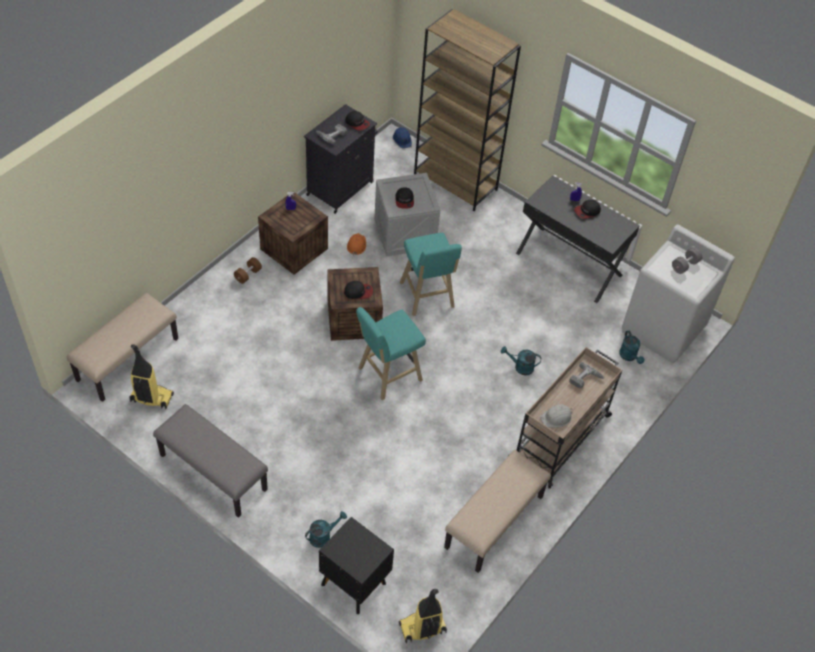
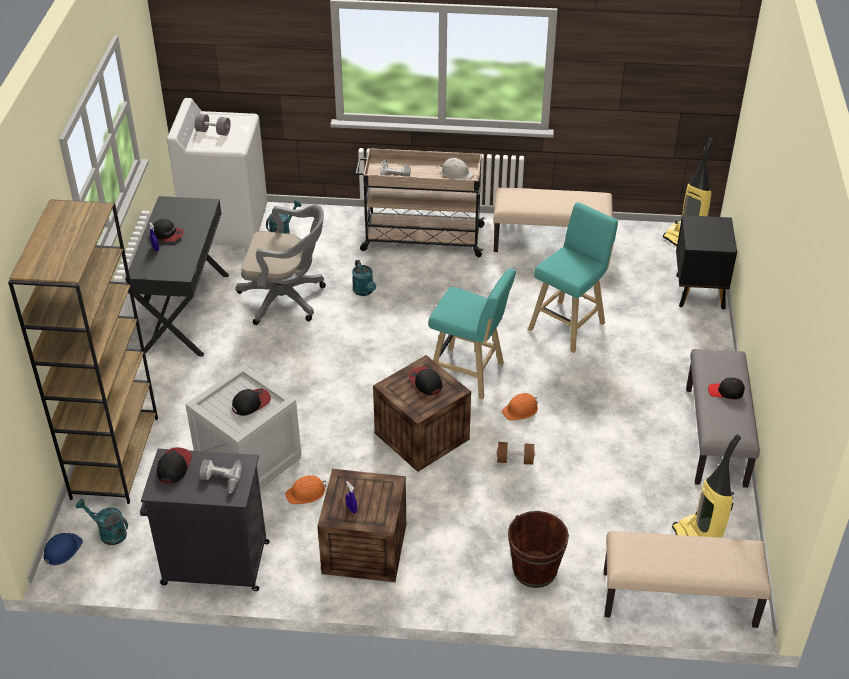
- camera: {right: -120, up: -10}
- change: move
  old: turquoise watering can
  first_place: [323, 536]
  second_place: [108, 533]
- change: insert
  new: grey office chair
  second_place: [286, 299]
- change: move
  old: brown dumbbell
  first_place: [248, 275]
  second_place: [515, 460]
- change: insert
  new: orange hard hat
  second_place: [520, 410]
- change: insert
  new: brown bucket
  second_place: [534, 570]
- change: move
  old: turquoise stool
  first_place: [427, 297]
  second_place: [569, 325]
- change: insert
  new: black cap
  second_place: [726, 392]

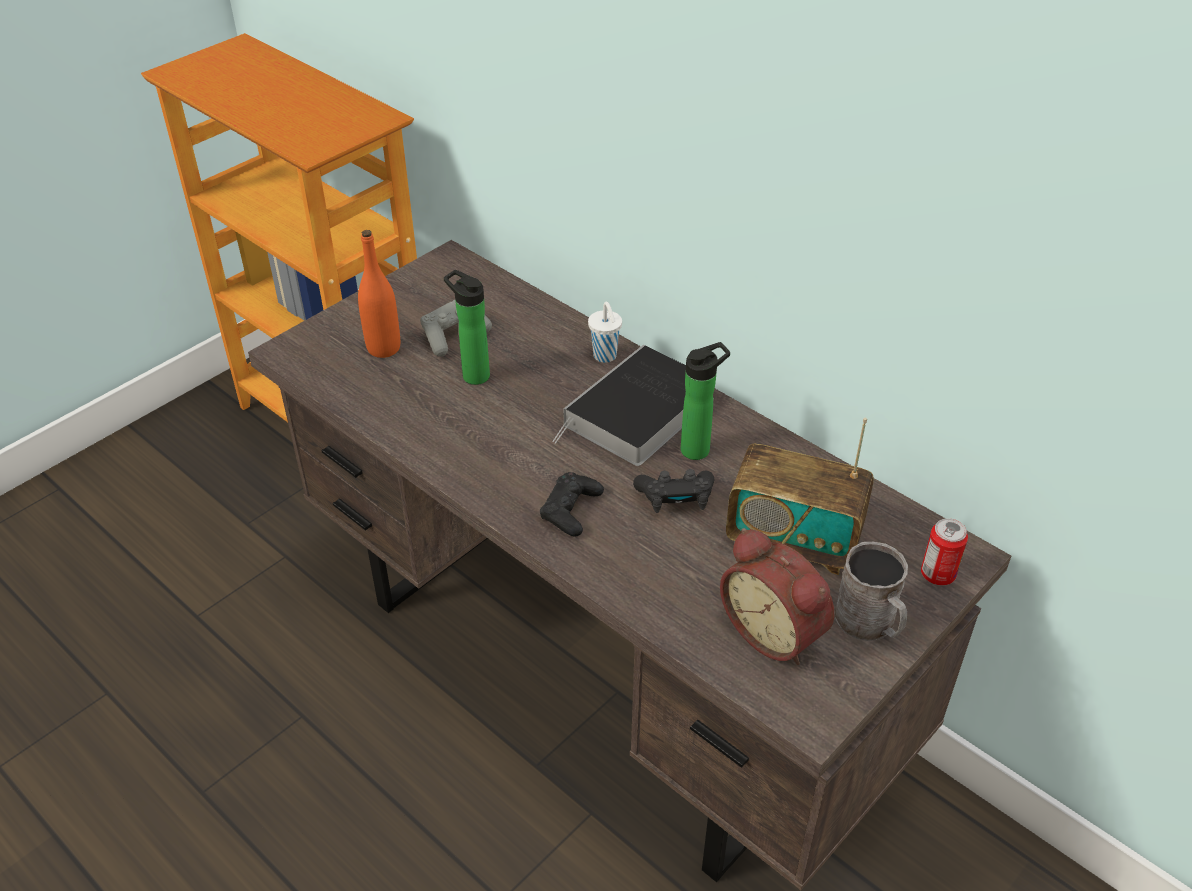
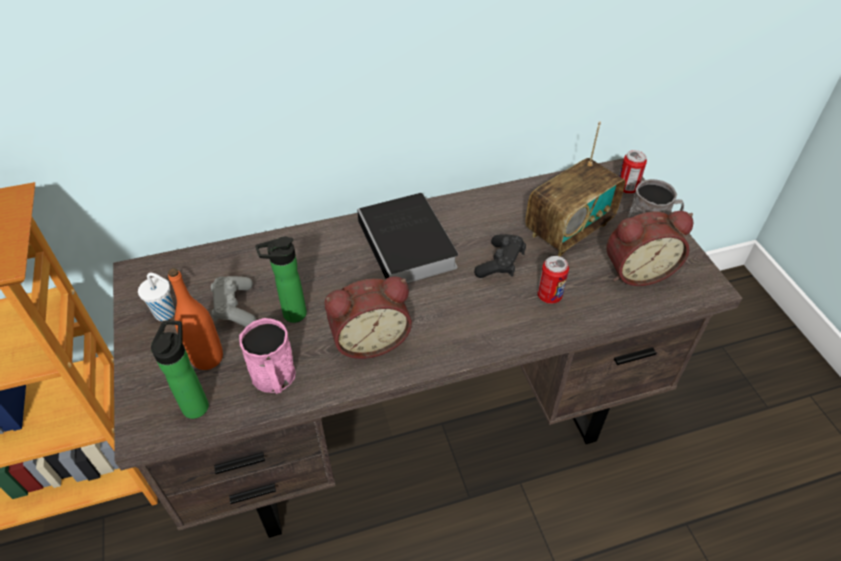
- camera: {right: -60, up: 5}
- change: move
  old: white cup
  first_place: [605, 357]
  second_place: [166, 313]
- change: move
  old: bottle
  first_place: [699, 449]
  second_place: [196, 403]
- change: insert
  new: pink mug
  second_place: [275, 379]
- change: insert
  new: alarm clock
  second_place: [369, 339]
- change: insert
  new: can
  second_place: [549, 296]
- change: delete
  old: black game controller
  first_place: [571, 510]

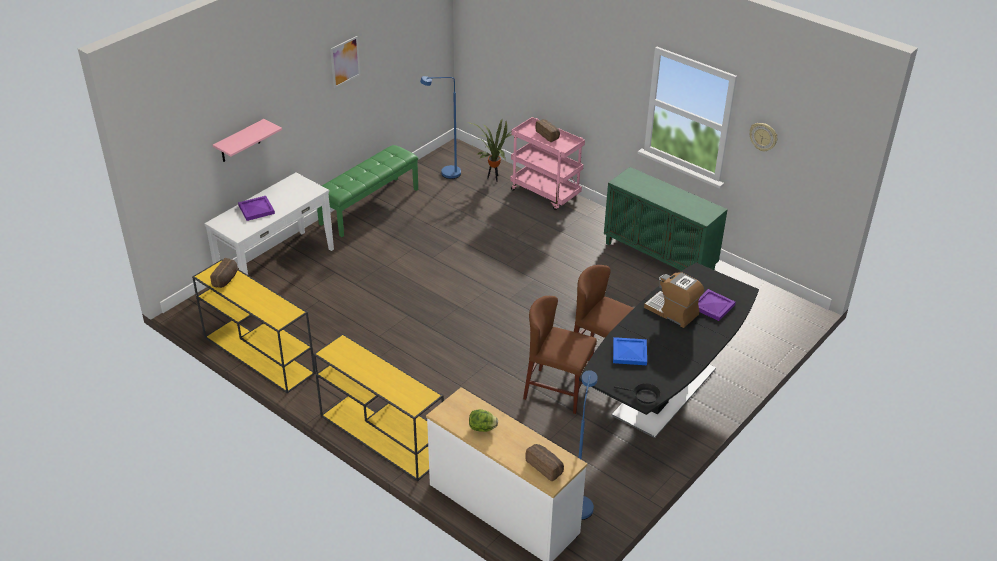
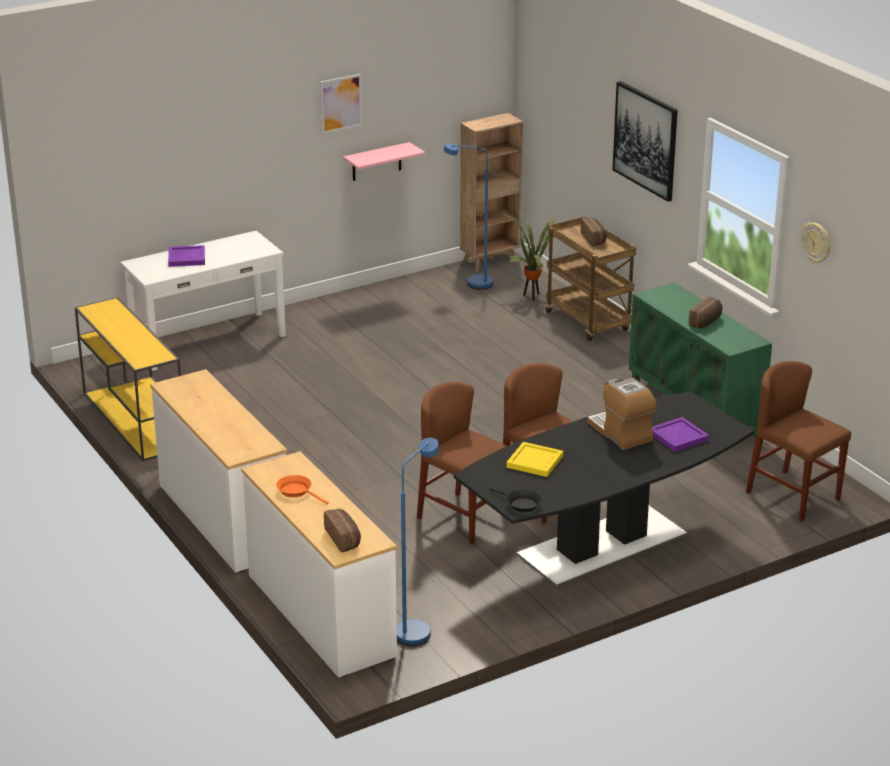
- camera: {right: 20, up: -10}
- change: replace
  old: yellow console table
  new: white dresser
  first_place: [380, 436]
  second_place: [222, 520]
- change: replace
  old: lettuce
  new: orange frying pan
  first_place: [482, 428]
  second_place: [297, 491]
- change: move
  old: pink shelf
  first_place: [240, 141]
  second_place: [376, 162]
- change: insert
  new: brown bookcase
  second_place: [490, 261]
- change: recolor
  old: blue tray
  new: yellow tray
  first_place: [630, 352]
  second_place: [535, 461]
- change: recolor
  old: pink cart
  new: brown cart
  first_place: [546, 193]
  second_place: [589, 322]
- change: insert
  new: picture
  second_place: [645, 140]
- change: move
  old: bread
  first_place: [226, 279]
  second_place: [706, 322]
- change: insert
  new: brown chair
  second_place: [793, 496]
- change: delete
  old: green bench
  first_place: [369, 206]

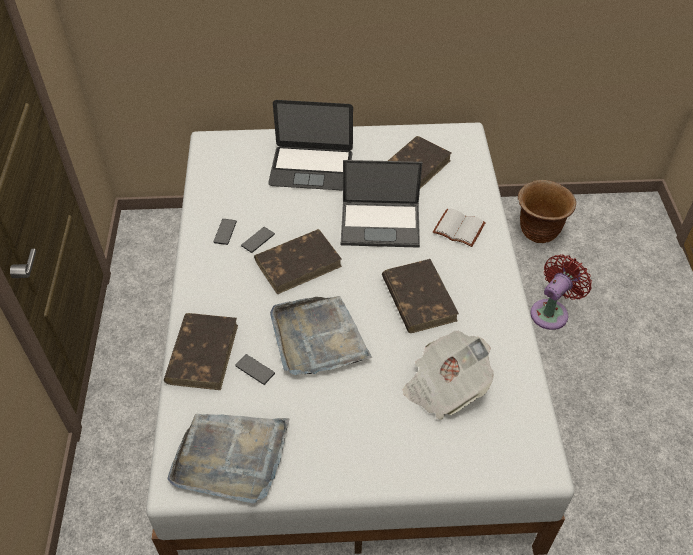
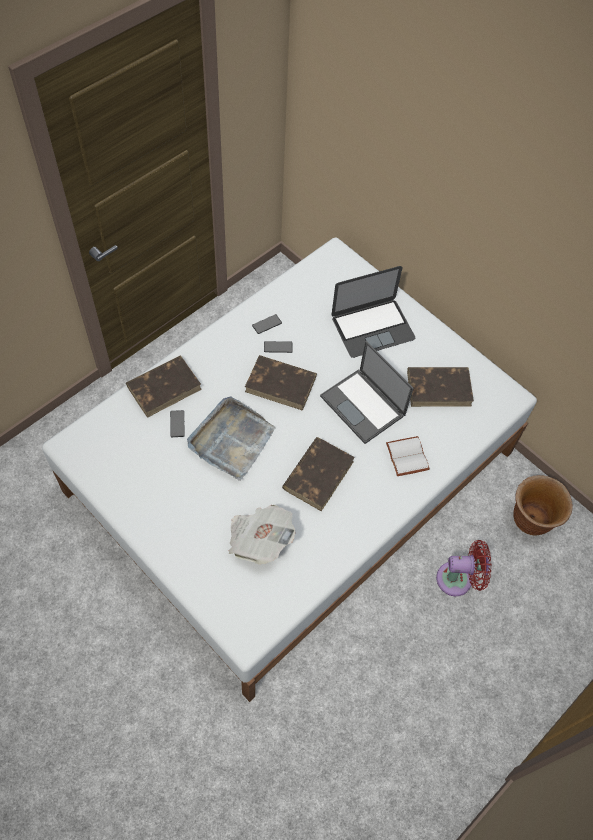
- camera: {right: 45, up: 10}
- change: rotate
  old: laptop
  first_place: [311, 168]
  second_place: [372, 328]
  degrees: -75
- change: delete
  old: grey tray
  first_place: [231, 457]

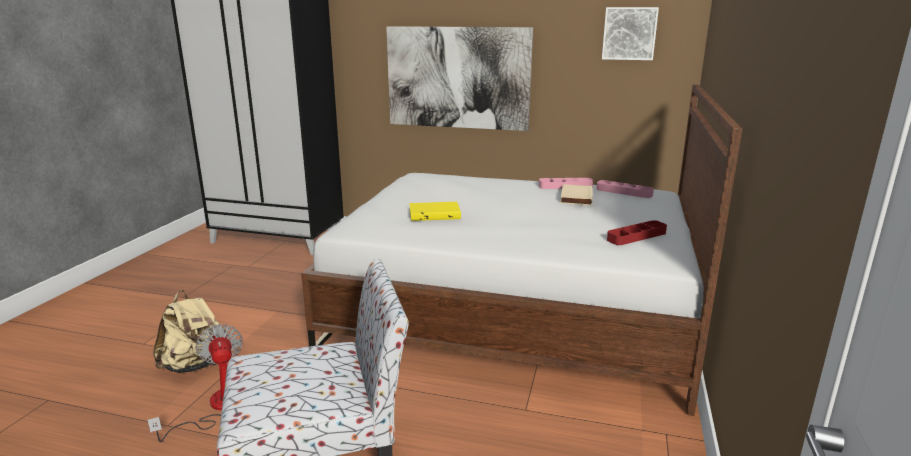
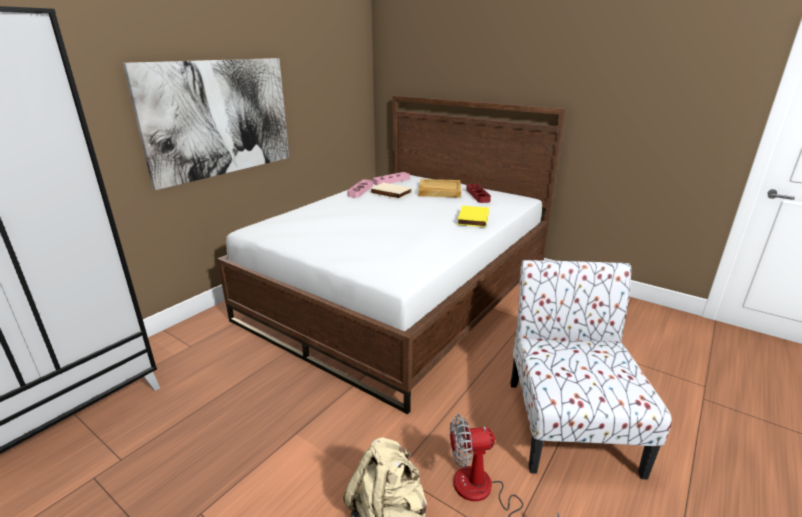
- camera: {right: -70, up: 5}
- change: insert
  new: beige tray
  second_place: [439, 190]
- change: move
  old: yellow book
  first_place: [435, 214]
  second_place: [472, 218]
- change: delete
  old: picture
  first_place: [629, 33]

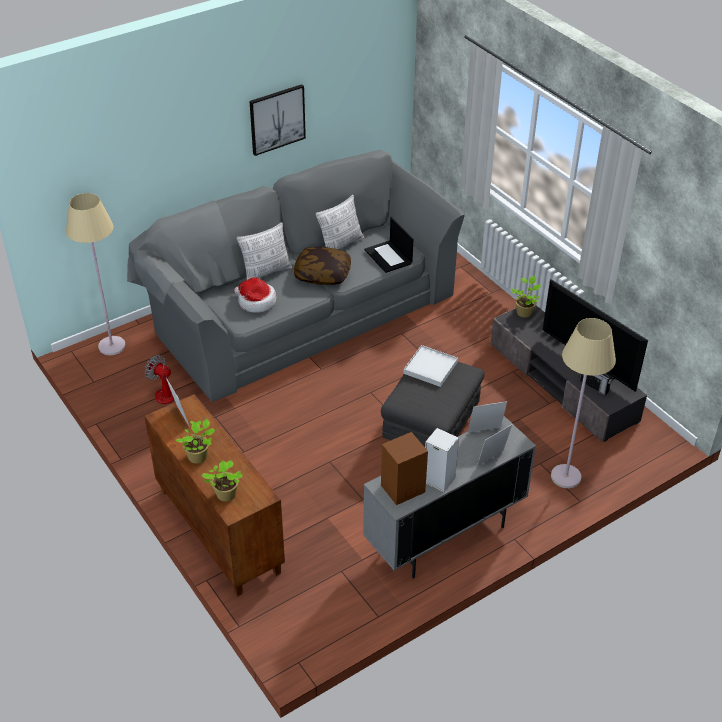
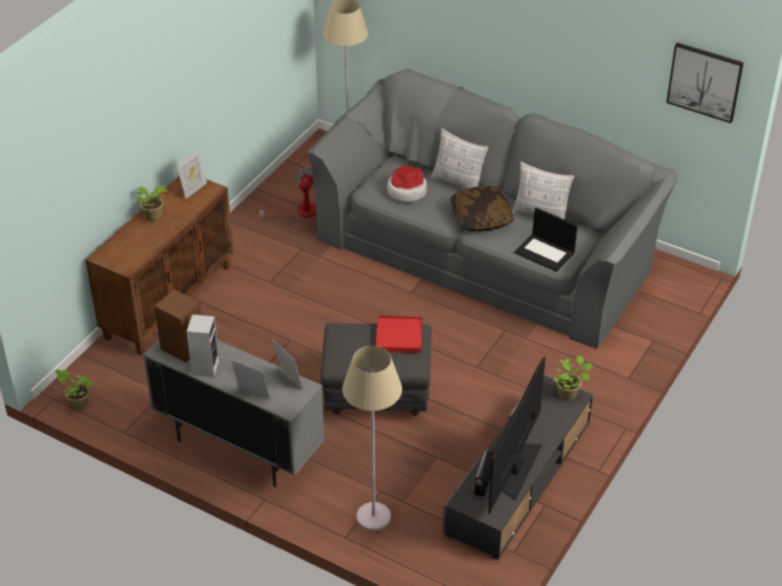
- camera: {right: 65, up: 0}
- change: move
  old: potted plant
  first_place: [225, 495]
  second_place: [78, 403]
- change: recolor
  old: white tray
  new: red tray
  first_place: [430, 368]
  second_place: [399, 336]
- change: rotate
  old: laptop
  first_place: [389, 257]
  second_place: [545, 252]
  degrees: -90
- change: move
  old: picture
  first_place: [277, 119]
  second_place: [705, 81]

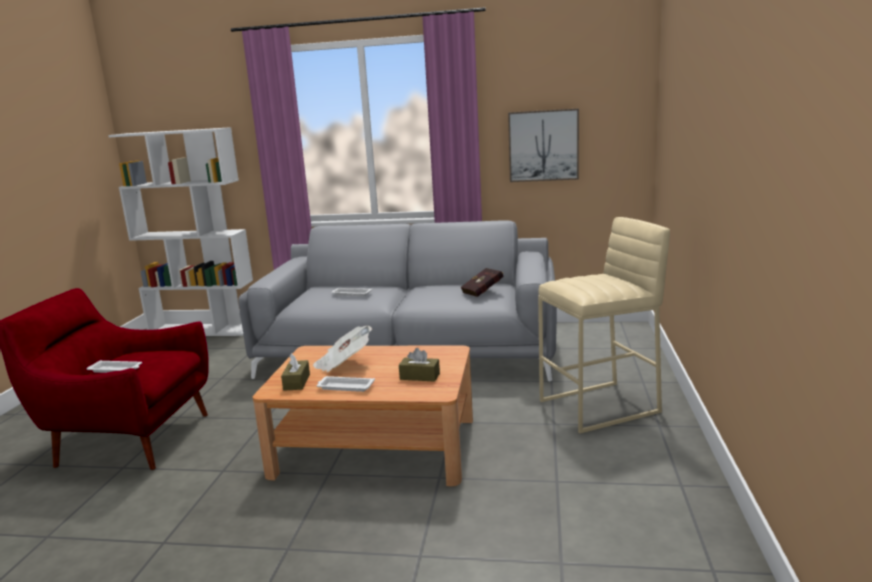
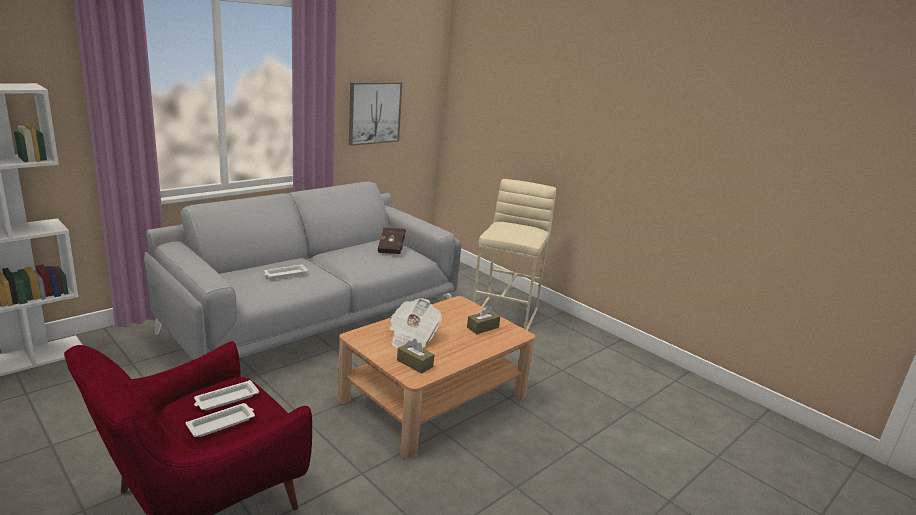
- camera: {right: -55, up: 5}
- change: move
  old: white tray
  first_place: [345, 387]
  second_place: [226, 399]

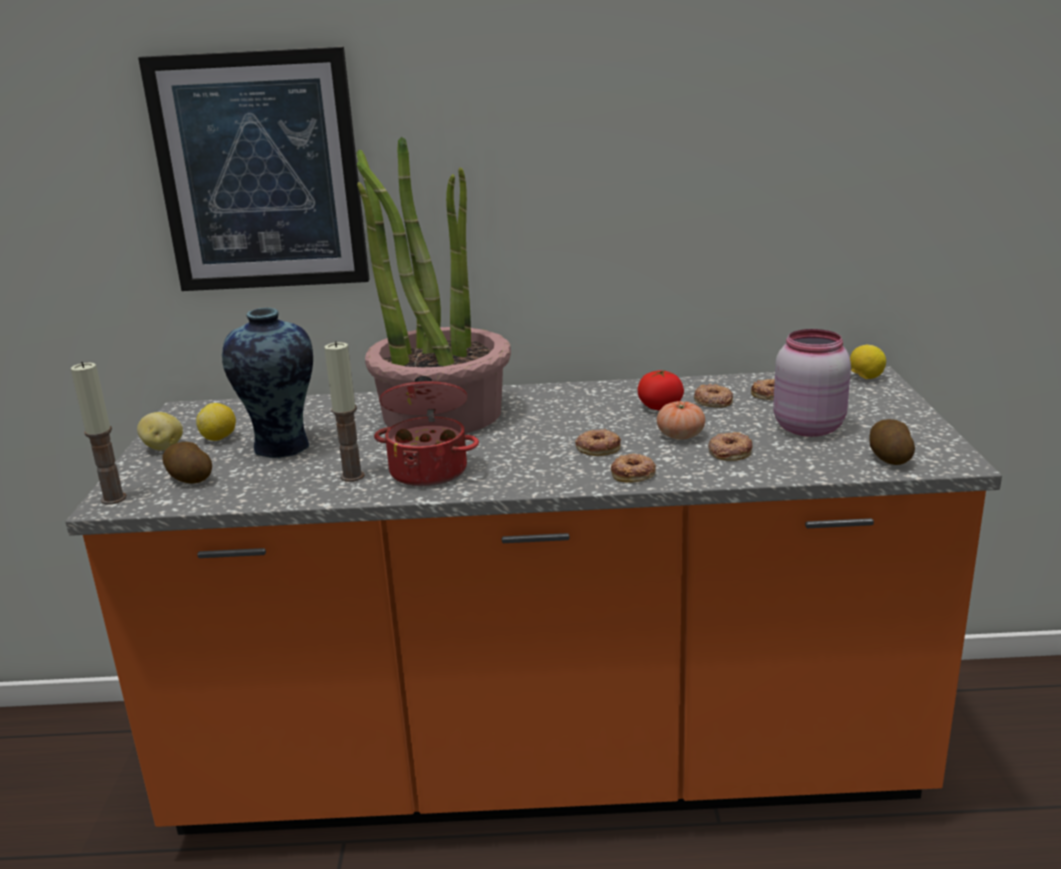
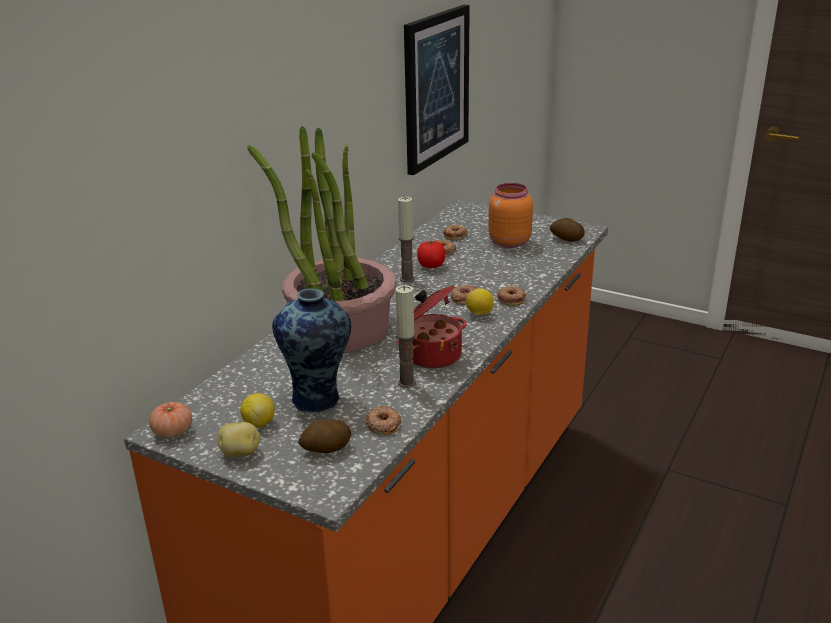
- camera: {right: -60, up: 5}
- change: move
  old: tomato
  first_place: [680, 436]
  second_place: [173, 432]
- change: move
  old: donut
  first_place: [729, 452]
  second_place: [383, 424]
- change: move
  old: candle
  first_place: [113, 499]
  second_place: [407, 279]
- change: move
  old: picture
  first_place: [260, 172]
  second_place: [435, 88]
- change: move
  old: lemon
  first_place: [865, 378]
  second_place: [479, 314]
- change: recolor
  old: pink jar
  new: orange jar
  first_place: [807, 427]
  second_place: [508, 242]

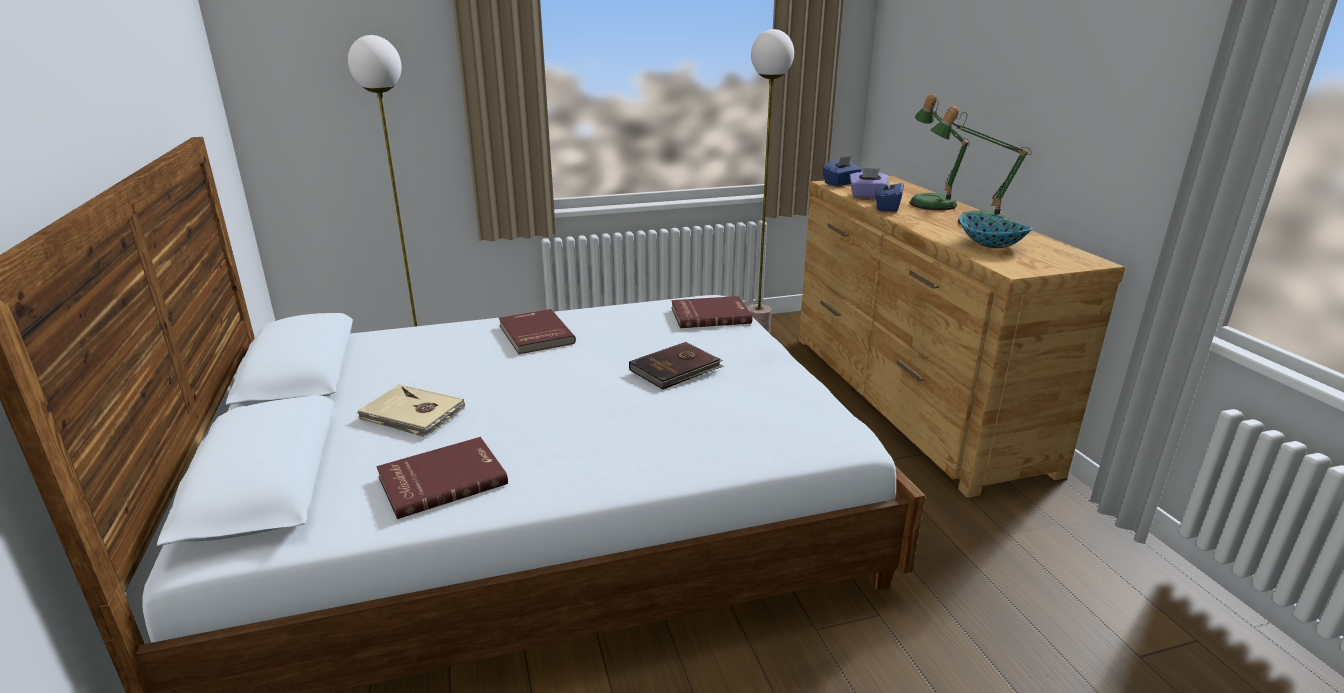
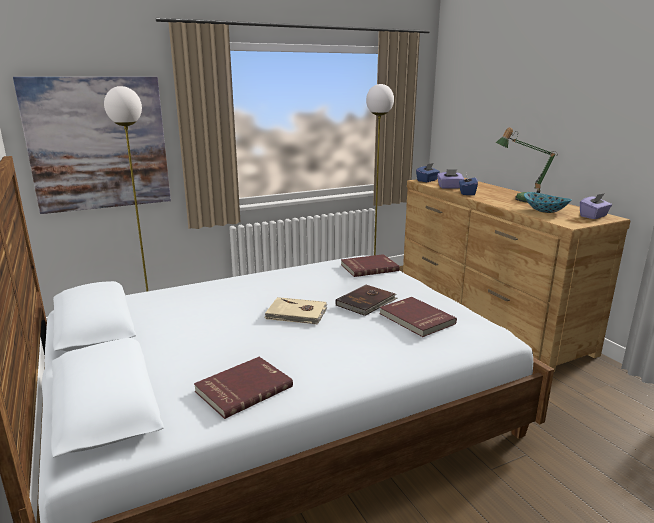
- camera: {right: -10, up: -5}
- change: insert
  new: picture
  second_place: [99, 144]
- change: move
  old: beige book
  first_place: [412, 415]
  second_place: [296, 314]
- change: move
  old: red book
  first_place: [534, 334]
  second_place: [415, 319]
- change: insert
  new: purple tissue box
  second_place: [593, 216]
- change: delete
  old: table lamp
  first_place: [929, 202]

